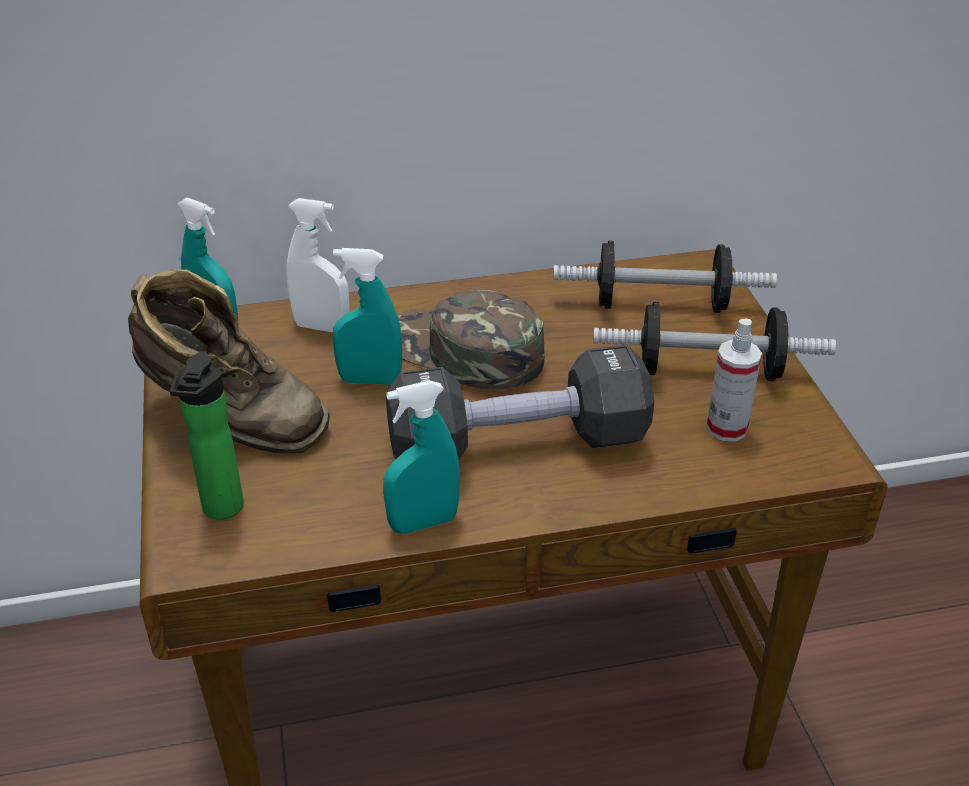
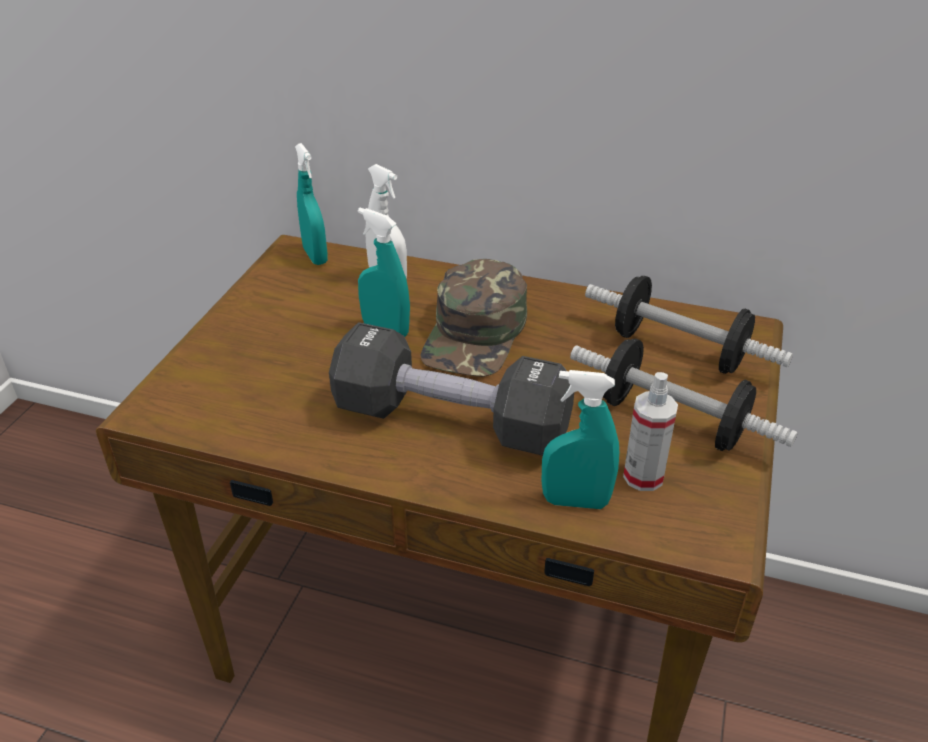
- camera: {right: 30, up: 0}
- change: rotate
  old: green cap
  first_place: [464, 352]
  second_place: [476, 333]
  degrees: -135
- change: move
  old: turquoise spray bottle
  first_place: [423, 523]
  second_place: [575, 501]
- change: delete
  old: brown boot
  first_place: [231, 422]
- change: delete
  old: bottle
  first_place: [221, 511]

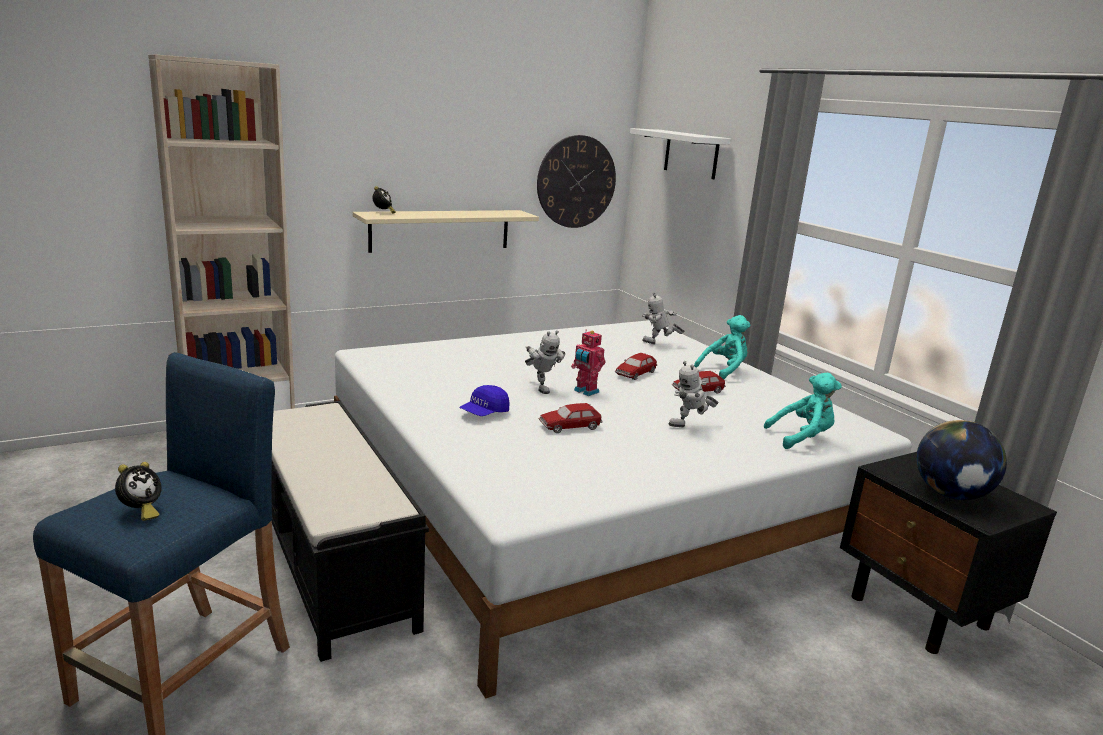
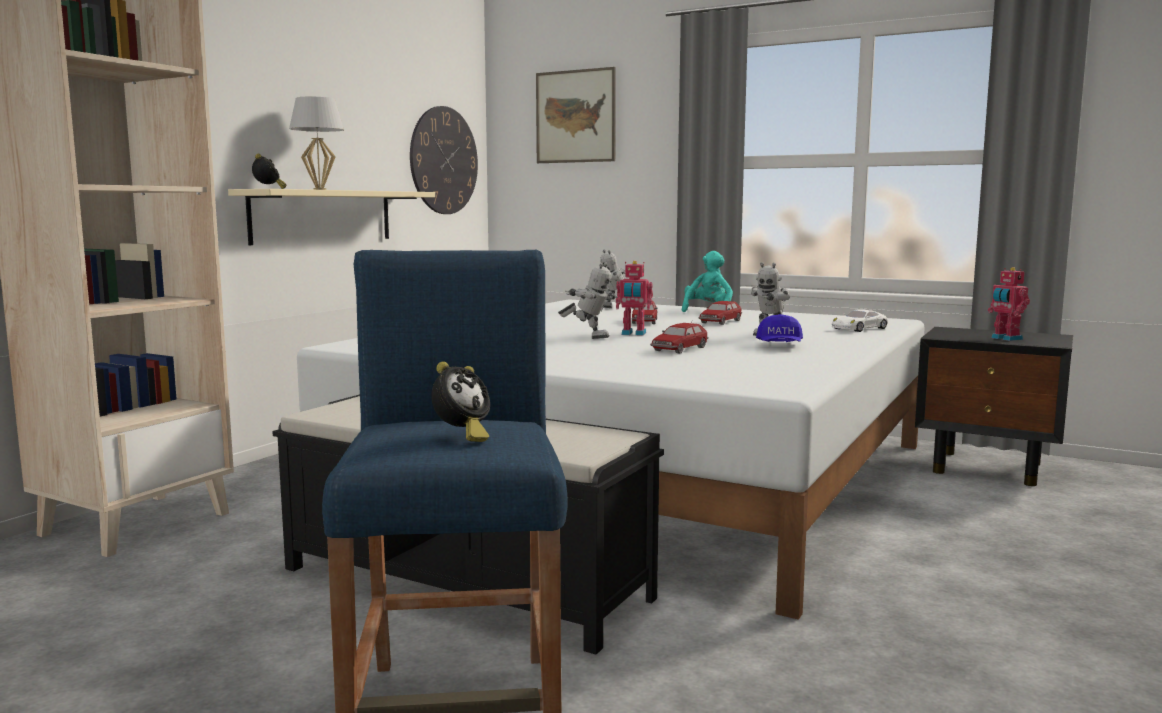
- camera: {right: -30, up: -10}
- change: insert
  new: white table lamp
  second_place: [320, 189]
- change: rotate
  old: alarm clock
  first_place: [141, 512]
  second_place: [461, 436]
  degrees: 45
- change: replace
  old: white shelf
  new: picture
  first_place: [691, 154]
  second_place: [575, 116]
- change: move
  old: blue cap
  first_place: [484, 413]
  second_place: [779, 346]
- change: replace
  old: turquoise plush toy
  new: white toy car
  first_place: [802, 438]
  second_place: [859, 328]
- change: replace
  old: globe
  new: toy robot
  first_place: [950, 495]
  second_place: [1005, 338]

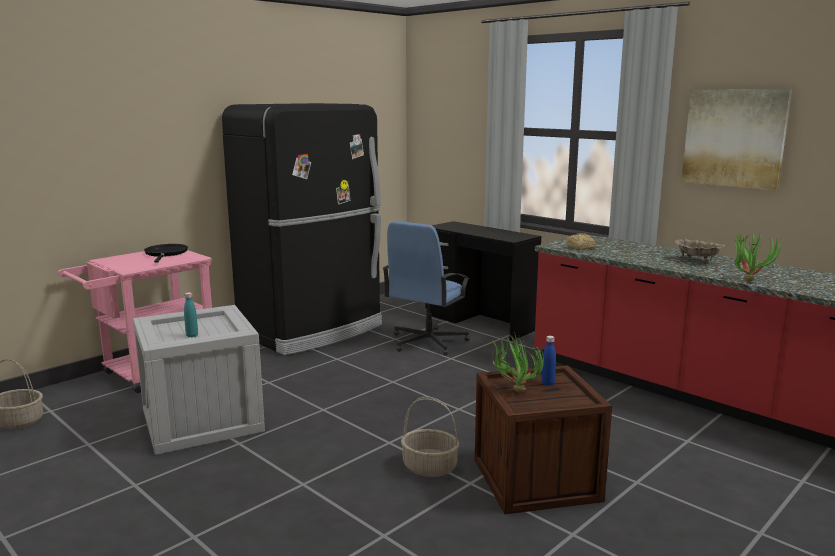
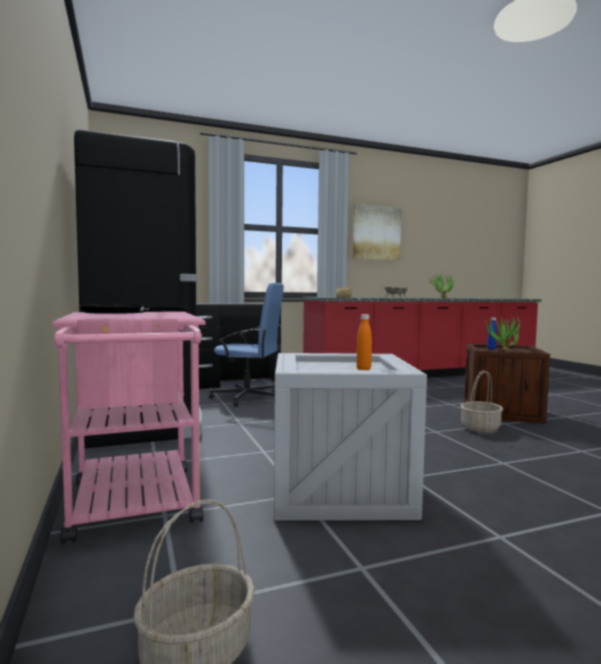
- camera: {right: -65, up: -10}
- change: rotate
  old: blue office chair
  first_place: [427, 342]
  second_place: [248, 398]
  degrees: -45
- change: recolor
  old: turquoise bottle
  new: orange bottle
  first_place: [192, 335]
  second_place: [363, 369]

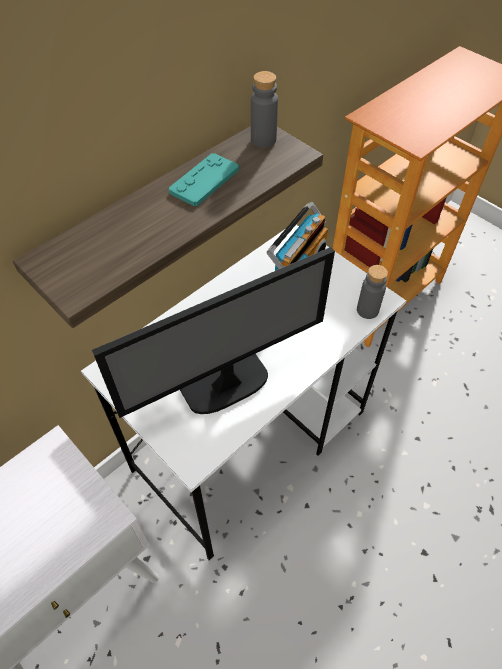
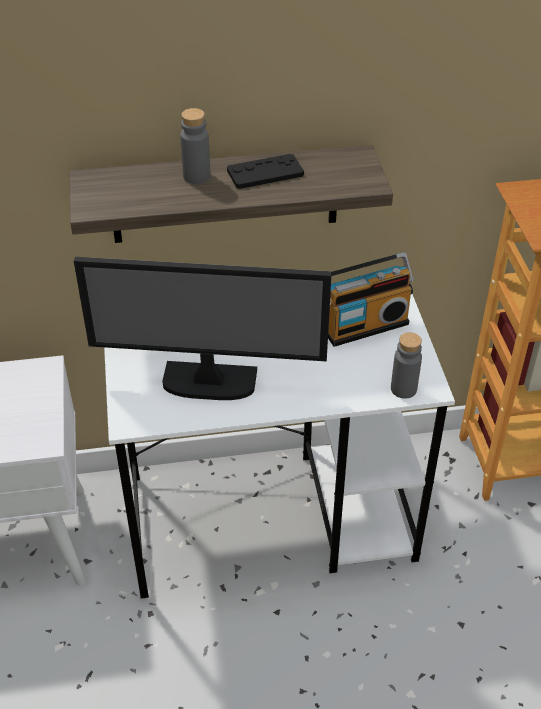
- camera: {right: 35, up: -10}
- change: move
  old: grey bottle
  first_place: [263, 140]
  second_place: [196, 176]
- change: recolor
  old: turquoise game controller
  new: black game controller
  first_place: [204, 181]
  second_place: [265, 173]

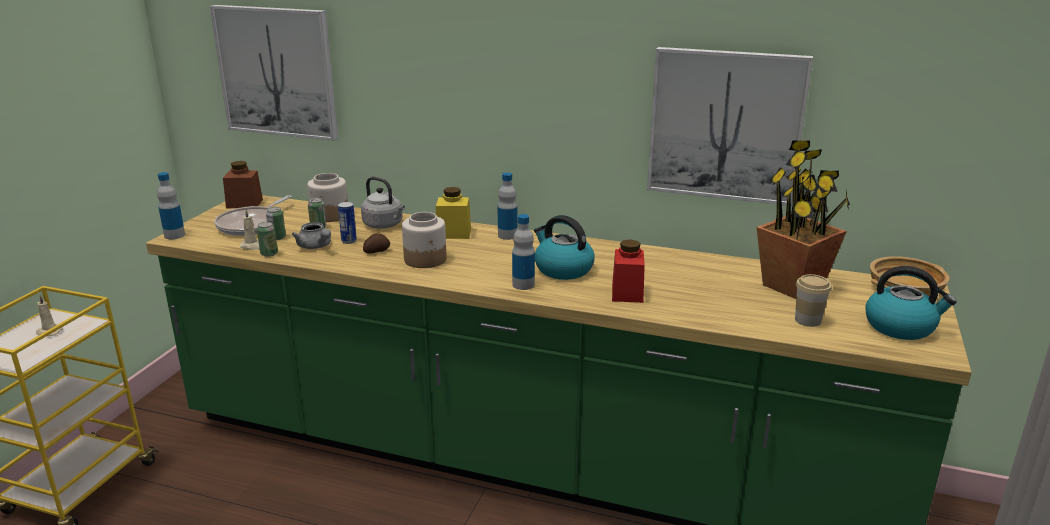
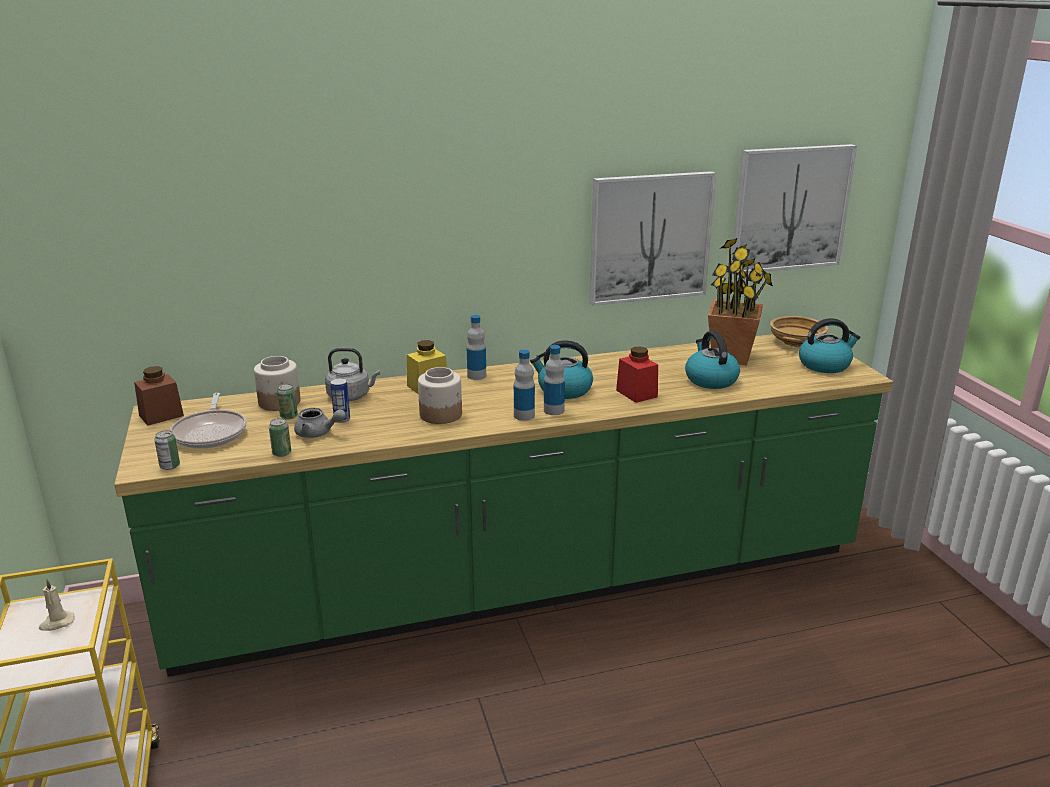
- camera: {right: -35, up: 0}
- change: move
  old: can
  first_place: [277, 237]
  second_place: [170, 466]
- change: move
  old: bottle
  first_place: [174, 235]
  second_place: [524, 416]
- change: insert
  new: kettle
  second_place: [710, 380]
- change: move
  old: picture
  first_place: [277, 72]
  second_place: [790, 208]
- change: delete
  old: beige candle
  first_place: [252, 246]
- change: delete
  old: potato
  first_place: [376, 251]
- change: delete
  old: cup
  first_place: [808, 320]

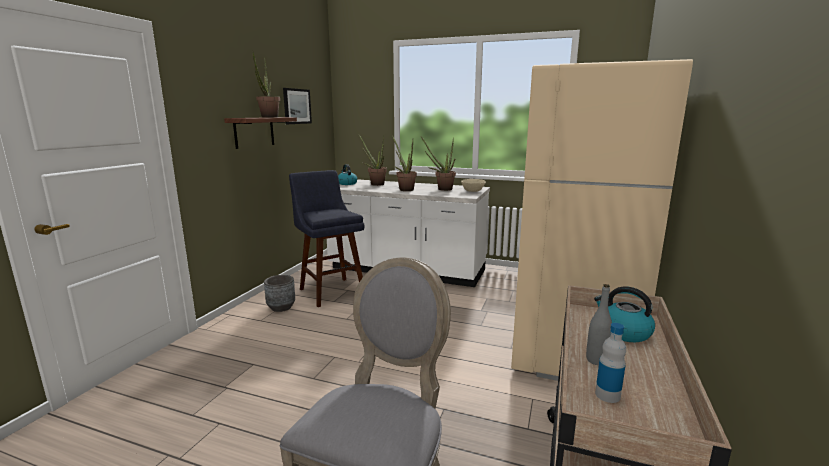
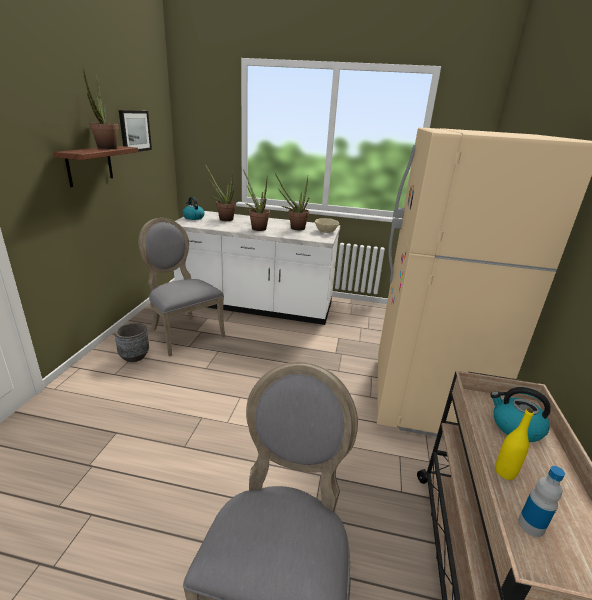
- camera: {right: -10, up: 10}
- change: replace
  old: blue stool
  new: grey chair
  first_place: [330, 290]
  second_place: [183, 332]
- change: recolor
  old: grey bottle
  new: yellow bottle
  first_place: [596, 360]
  second_place: [505, 472]

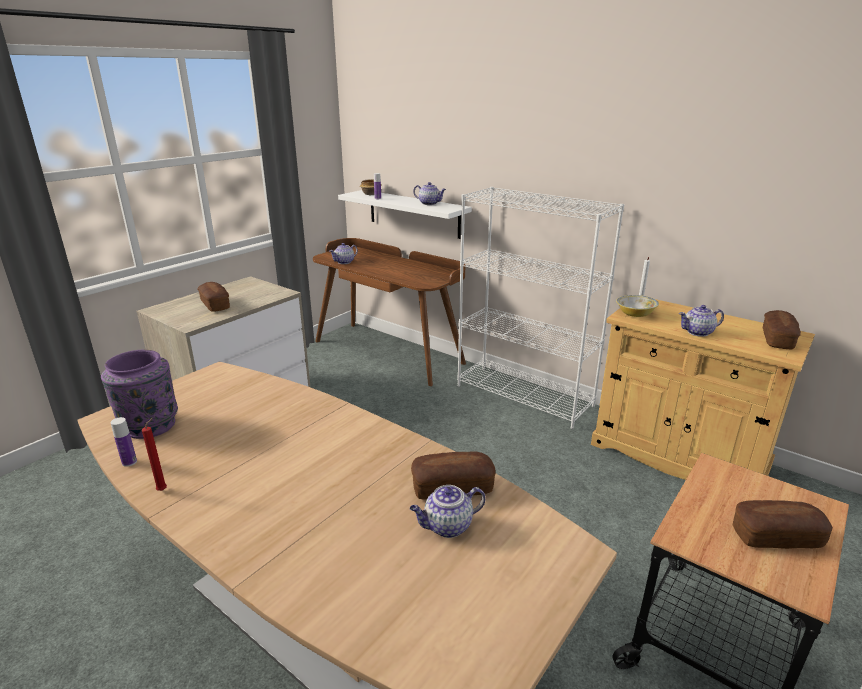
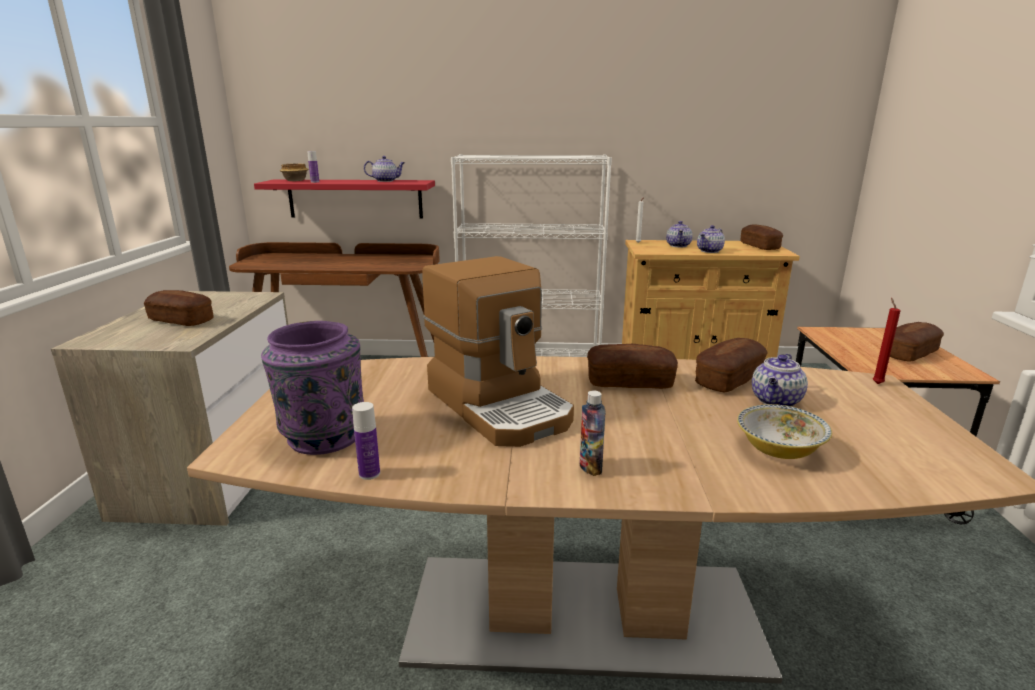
- camera: {right: -35, up: -5}
- change: recolor
  old: white shelf
  new: red shelf
  first_place: [413, 213]
  second_place: [355, 199]
- change: insert
  new: coffee machine
  second_place: [500, 405]
- change: insert
  new: bottle
  second_place: [590, 467]
- change: insert
  new: bread
  second_place: [630, 382]
- change: move
  old: teapot
  first_place: [344, 262]
  second_place: [678, 245]
- change: move
  old: bowl
  first_place: [635, 314]
  second_place: [779, 450]
- change: move
  old: red candle
  first_place: [163, 489]
  second_place: [876, 383]

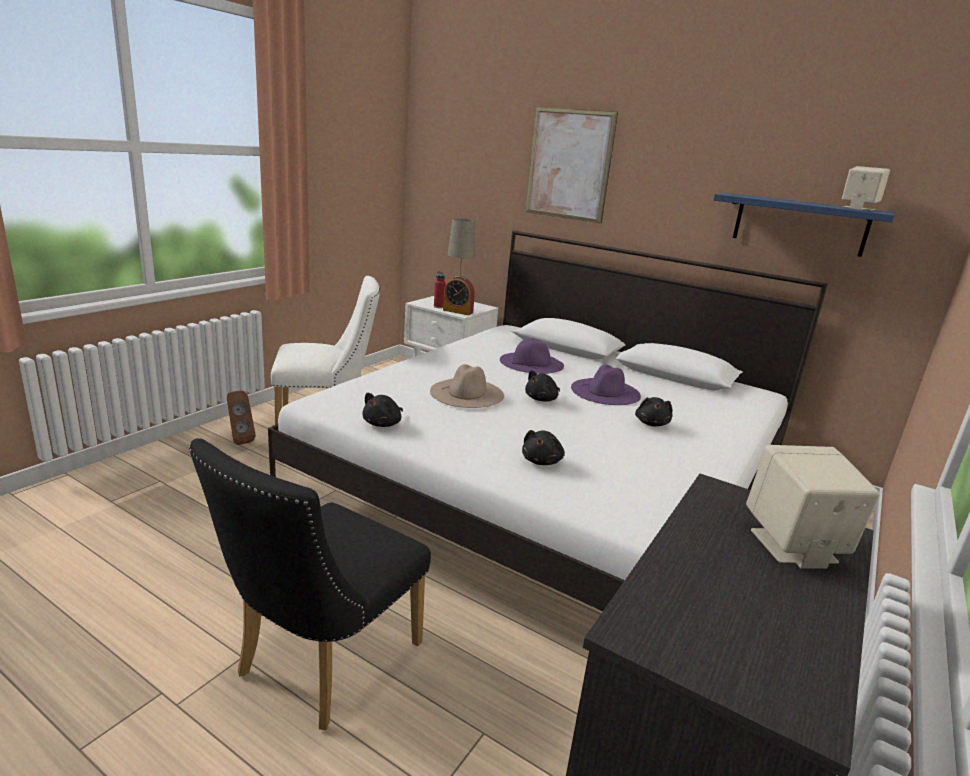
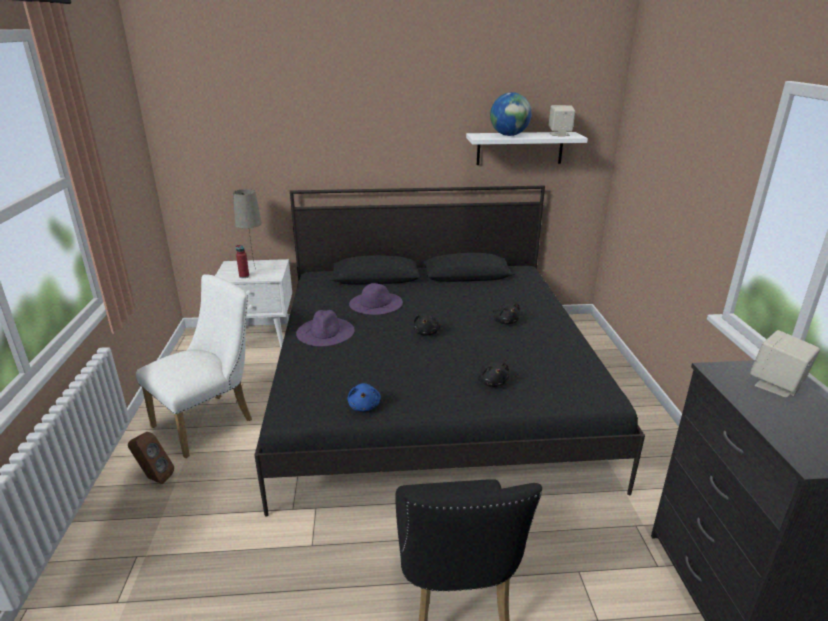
- camera: {right: -35, up: 5}
- change: recolor
  old: white bed
  new: black bed
  first_place: [551, 486]
  second_place: [431, 391]
- change: move
  old: purple hat
  first_place: [605, 391]
  second_place: [325, 331]
- change: recolor
  old: black plush toy
  new: blue plush toy
  first_place: [383, 424]
  second_place: [364, 406]
- change: recolor
  old: blue shelf
  new: white shelf
  first_place: [800, 224]
  second_place: [519, 148]
- change: insert
  new: globe
  second_place: [509, 135]
- change: delete
  old: beige hat
  first_place: [467, 393]
- change: delete
  old: alarm clock
  first_place: [458, 311]
- change: delete
  old: picture
  first_place: [569, 165]

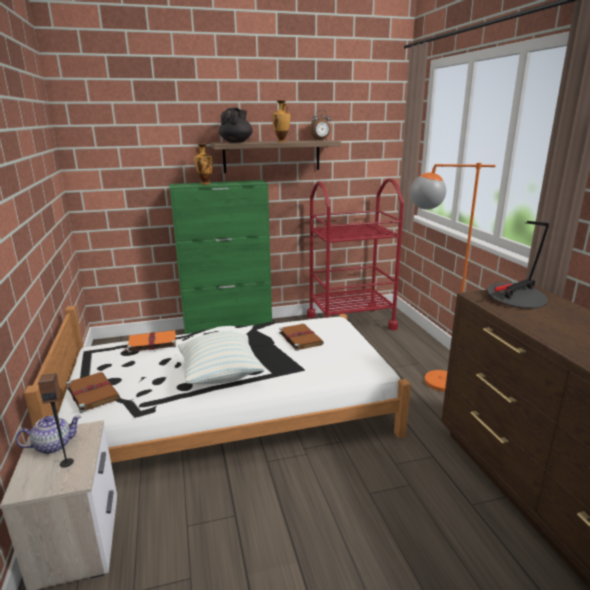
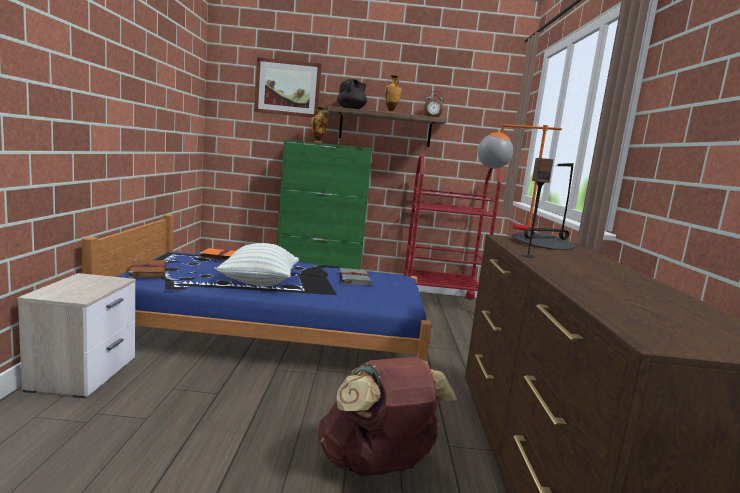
- camera: {right: 15, up: -10}
- change: recolor
  old: white bed
  new: blue bed
  first_place: [231, 413]
  second_place: [273, 334]
- change: insert
  new: picture
  second_place: [288, 88]
- change: insert
  new: brown backpack
  second_place: [377, 466]
- change: recolor
  old: brown book
  new: grey book
  first_place: [300, 338]
  second_place: [354, 278]
- change: move
  old: speaker
  first_place: [66, 462]
  second_place: [528, 256]
- change: delete
  old: teapot
  first_place: [53, 445]

